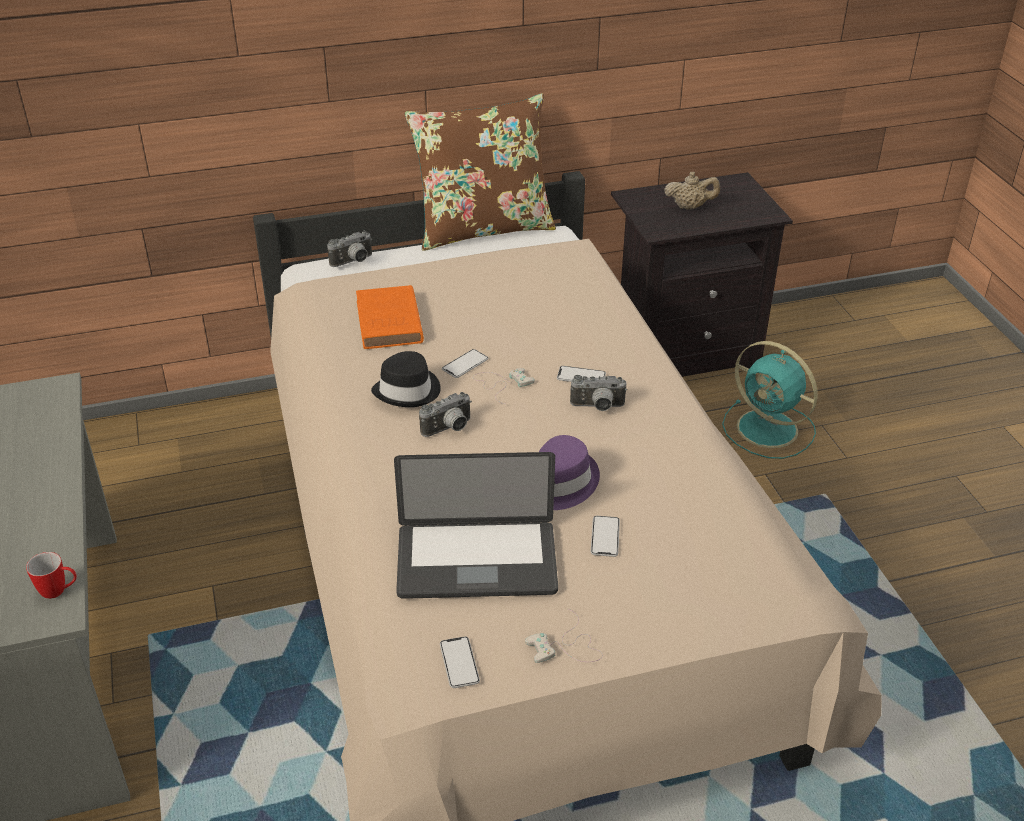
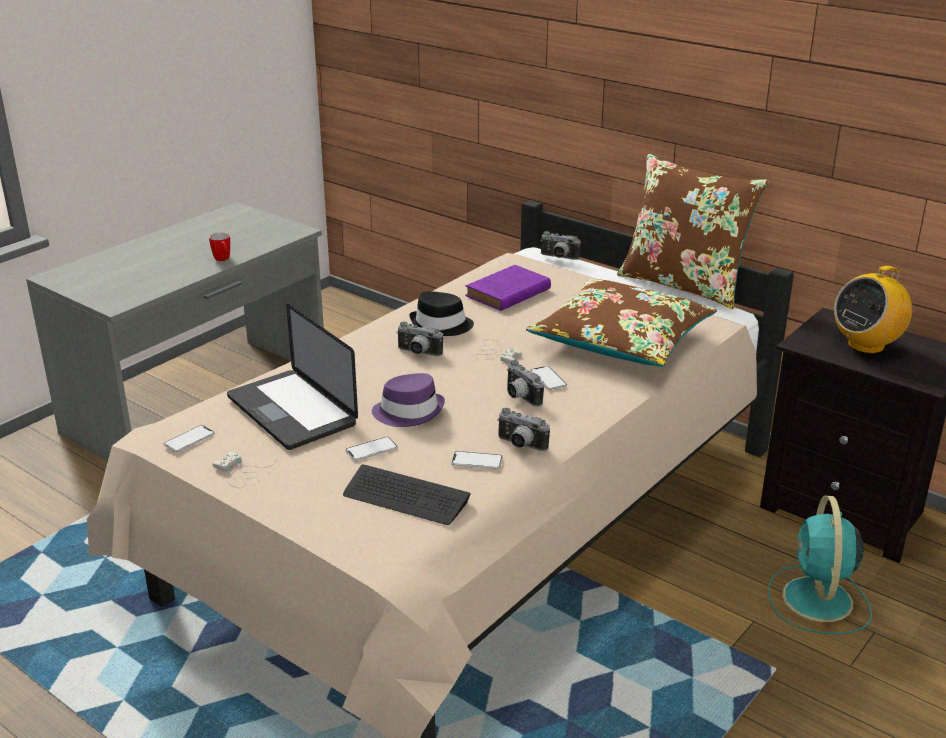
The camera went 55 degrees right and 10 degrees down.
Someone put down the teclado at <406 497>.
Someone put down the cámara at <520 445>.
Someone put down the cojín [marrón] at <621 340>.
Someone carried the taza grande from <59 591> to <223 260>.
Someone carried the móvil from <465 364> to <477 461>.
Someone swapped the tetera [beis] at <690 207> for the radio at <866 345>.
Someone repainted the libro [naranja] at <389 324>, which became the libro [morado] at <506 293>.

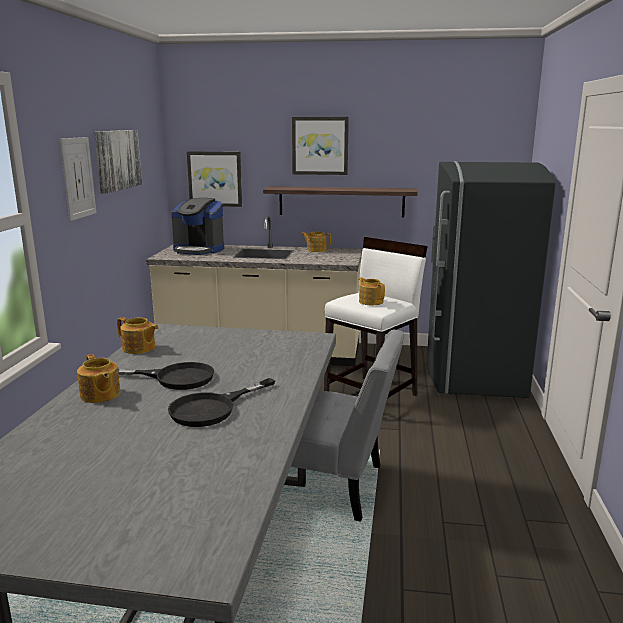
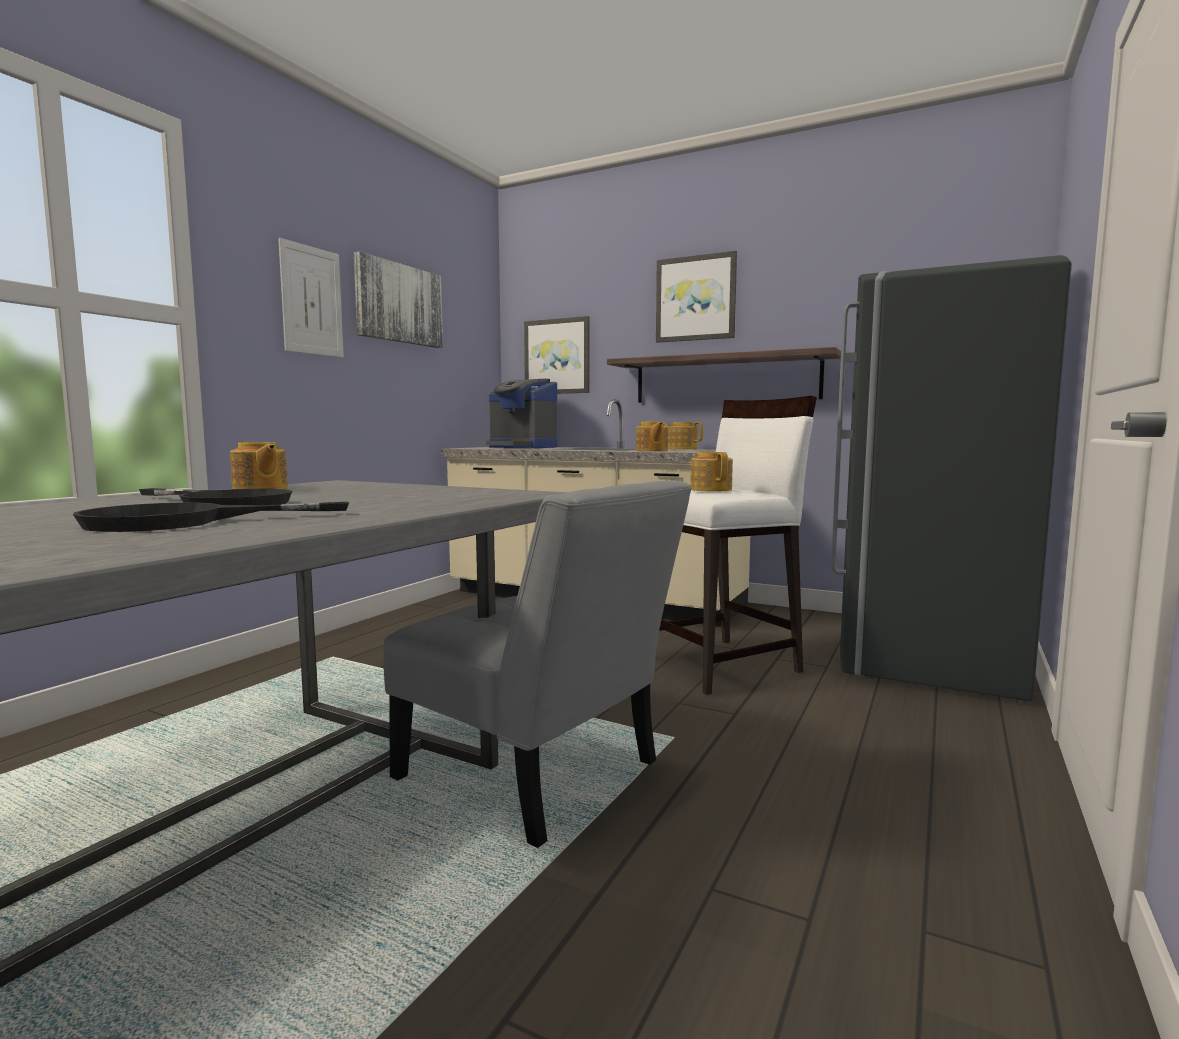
The camera went 20 degrees right and 10 degrees down.
Someone carried the tetera from <100 395> to <651 450>.

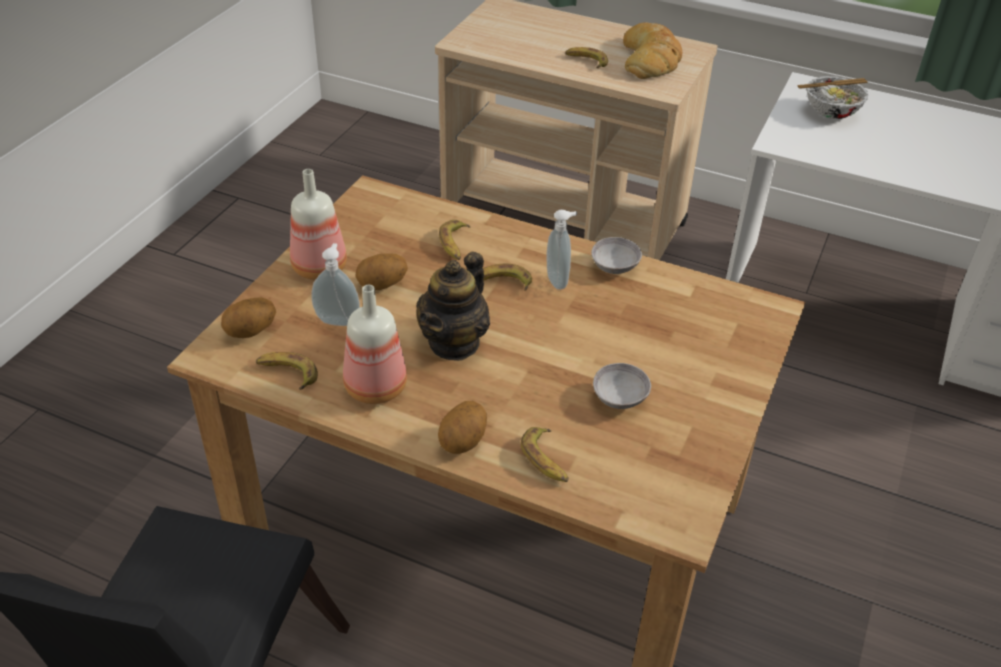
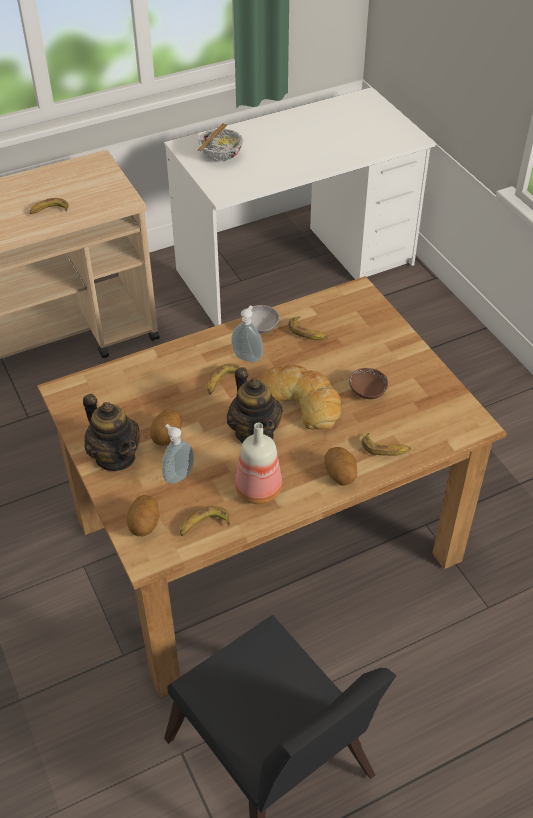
The camera went 50 degrees left and 5 degrees up.
Someone carried the plátano from <455 244> to <307 333>.
Someone carried the pan from <651 58> to <302 400>.
Someone swapped the botella at <321 267> for the tetera at <115 457>.
Someone repainted the cuenco [gris] at <619 398>, which became the cuenco [marrón] at <367 391>.

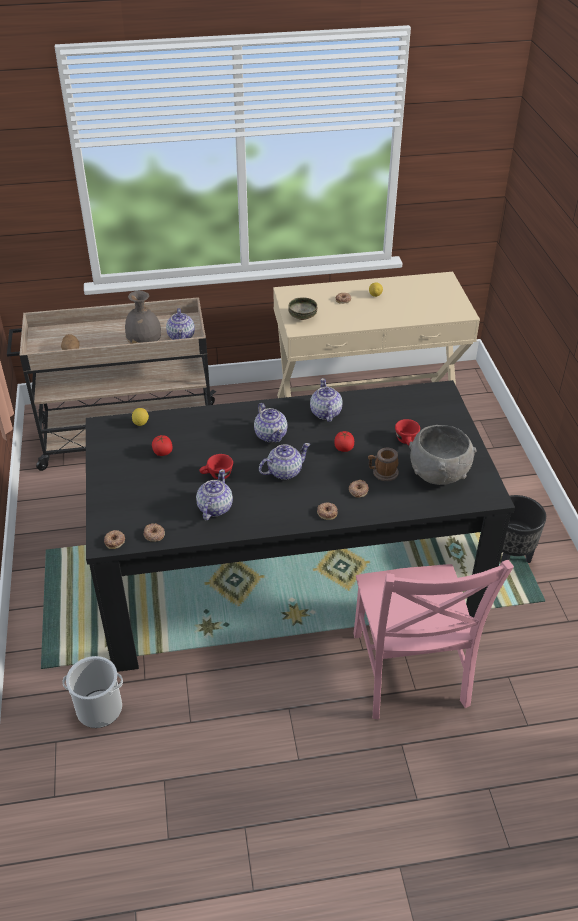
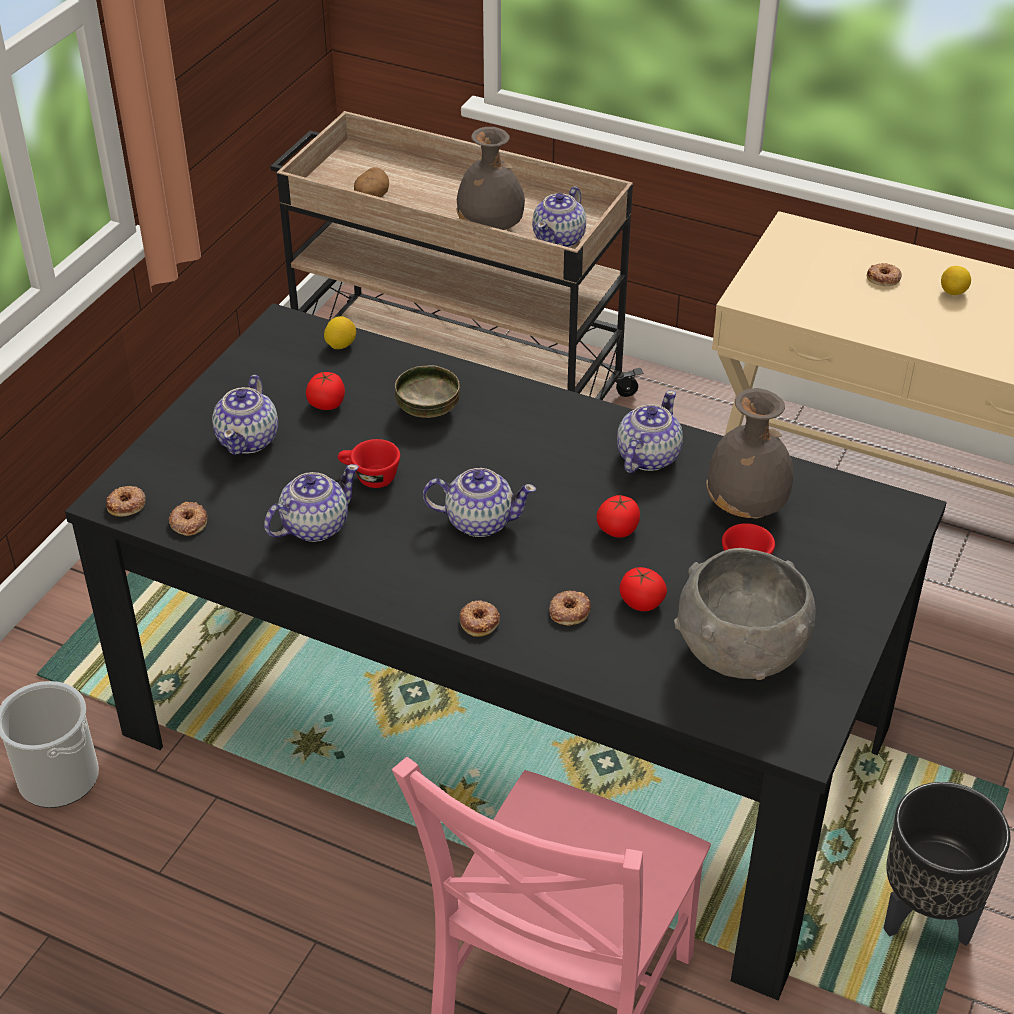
The camera went 35 degrees right and 0 degrees up.
Someone put down the florero [gris] at <747 507>.
Someone carried the tetera from <271 434> to <249 439>.
Someone carried the cuenco from <302 317> to <428 409>.
Someone swapped the taza grande at <382 473> for the tomate at <641 602>.

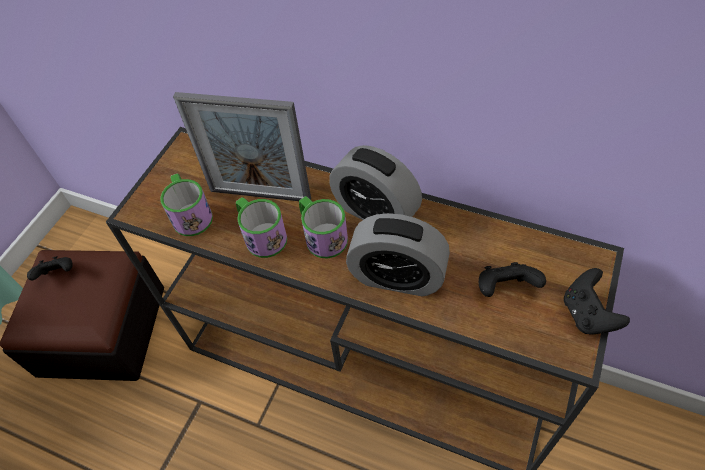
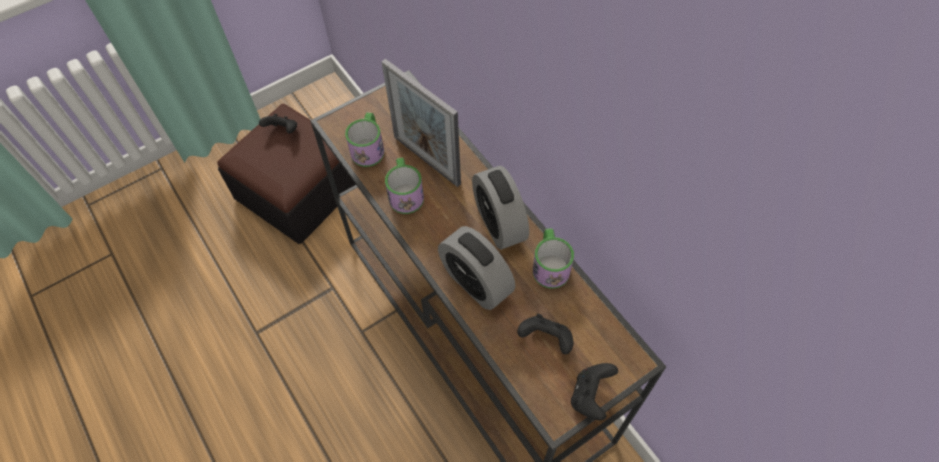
The camera went 30 degrees right and 5 degrees up.
Someone carried the taza grande from <322 235> to <550 265>.

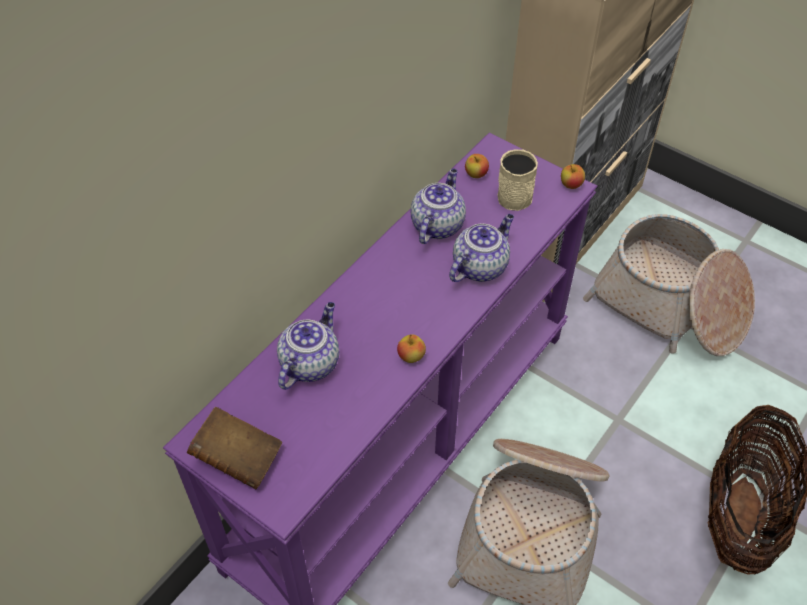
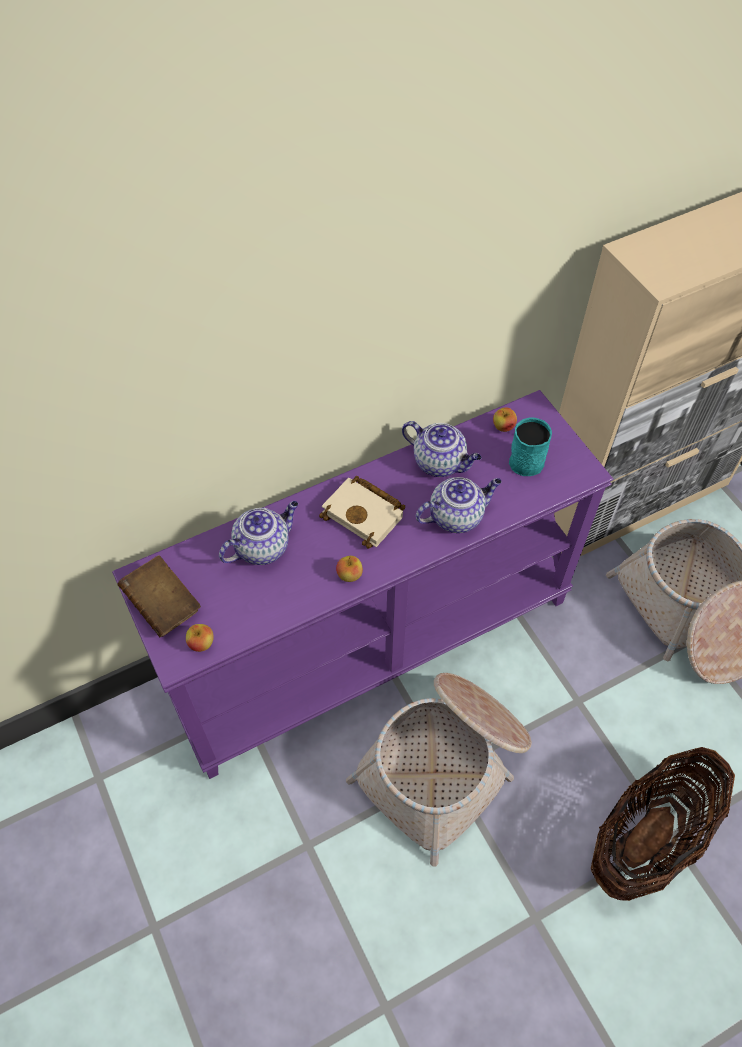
The camera went 25 degrees right and 5 degrees up.
Someone put down the libro [beis] at <366 514>.
Someone carried the manzana from <571 185> to <201 643>.
Someone repainted the taza grande [beis] at <514 193>, which became the taza grande [turquesa] at <528 458>.
Someone rotated the tetera at <437 225> by 75 degrees clockwise.

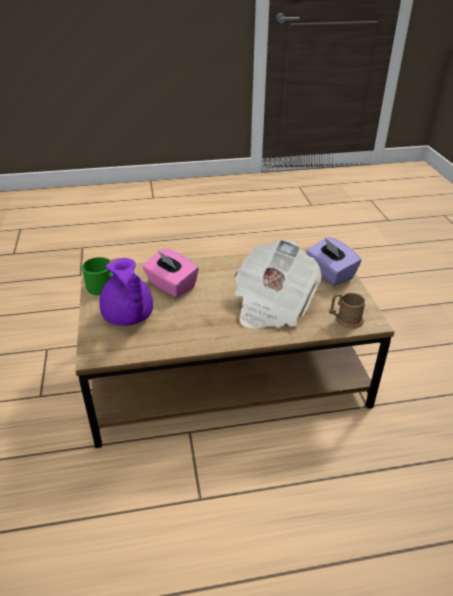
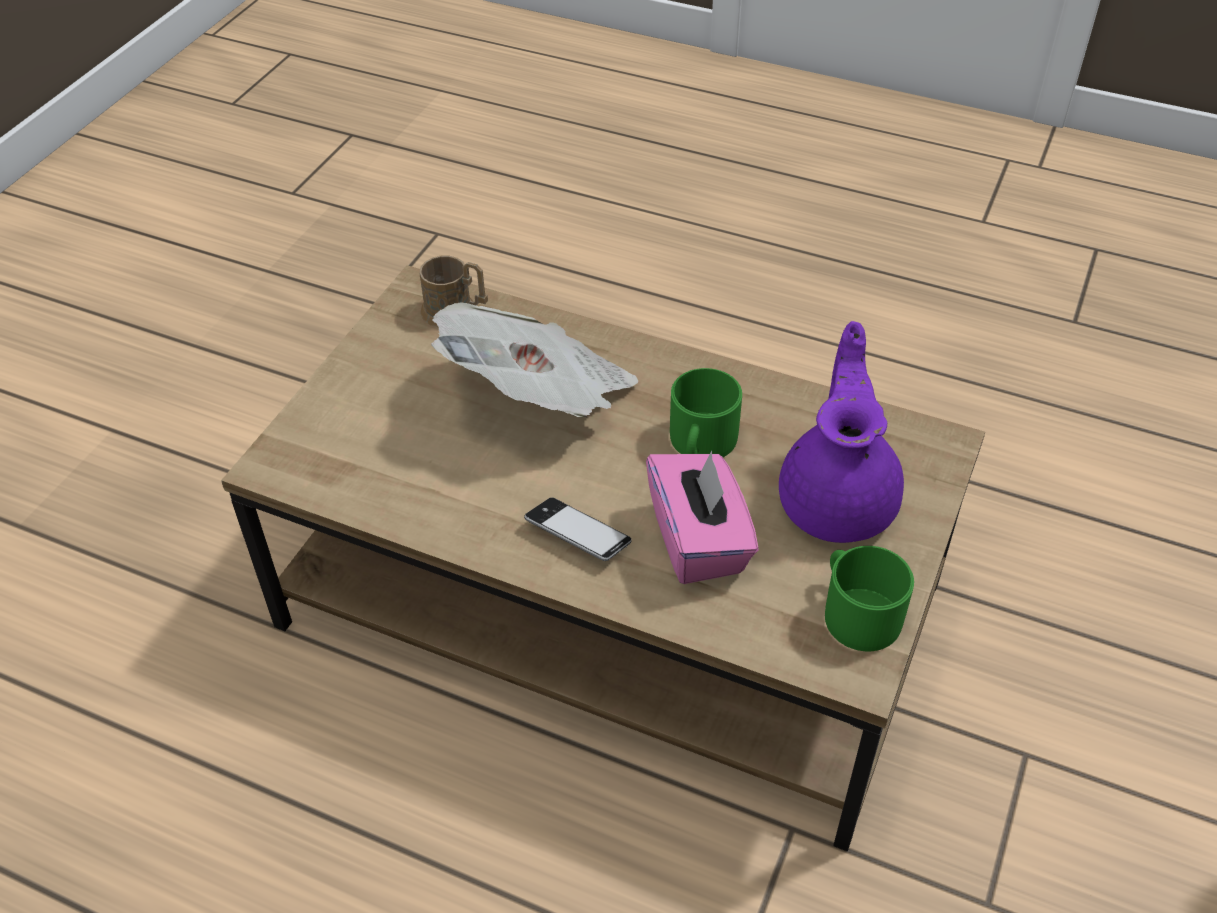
The camera went 145 degrees left and 10 degrees up.
Someone took away the caja de pañuelos [morado] at <330 273>.
Someone put down the móvil at <578 535>.
Someone put down the taza grande [verde] at <701 442>.

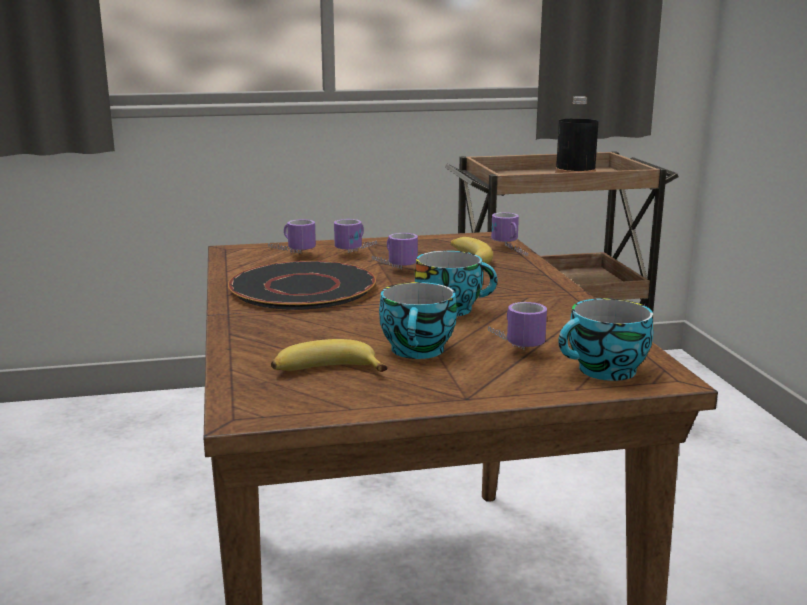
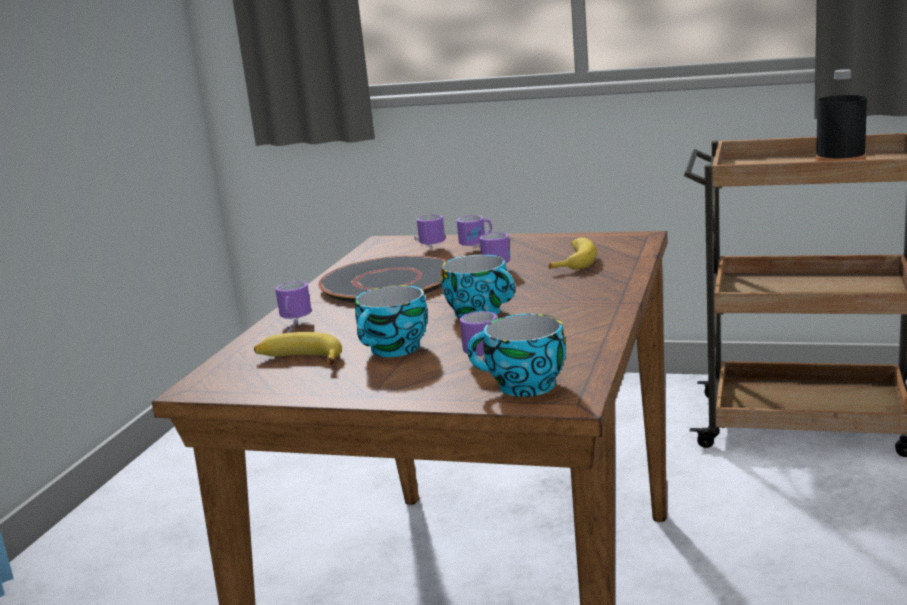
The camera went 30 degrees right and 0 degrees up.
Someone carried the taza grande from <512 250> to <292 330>.

